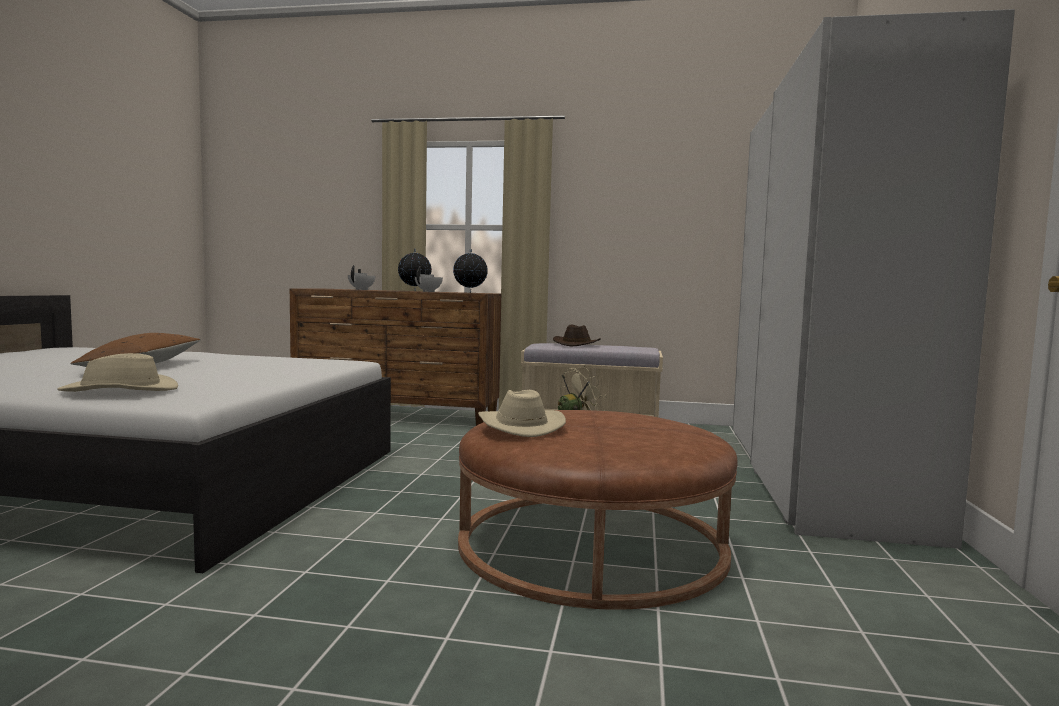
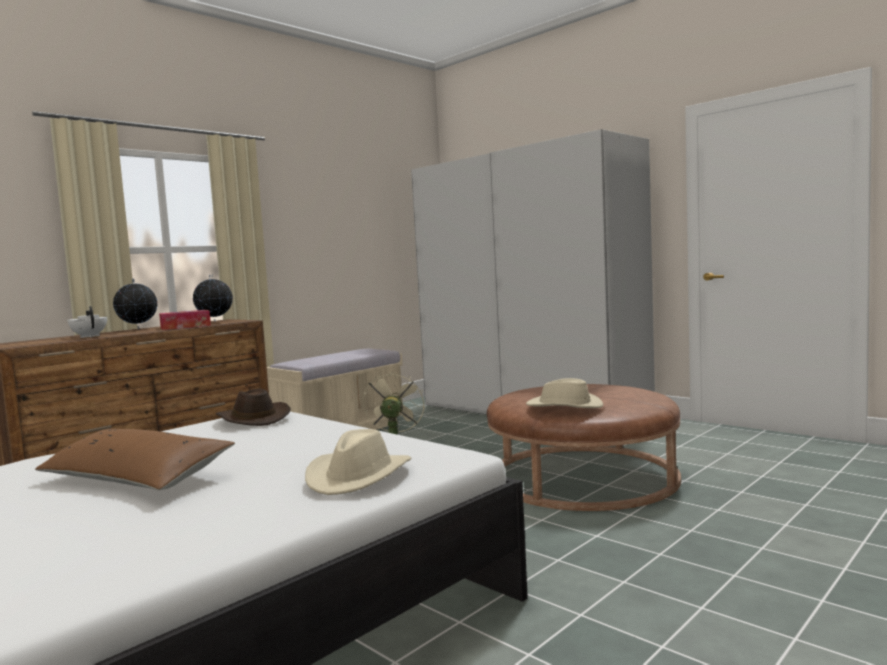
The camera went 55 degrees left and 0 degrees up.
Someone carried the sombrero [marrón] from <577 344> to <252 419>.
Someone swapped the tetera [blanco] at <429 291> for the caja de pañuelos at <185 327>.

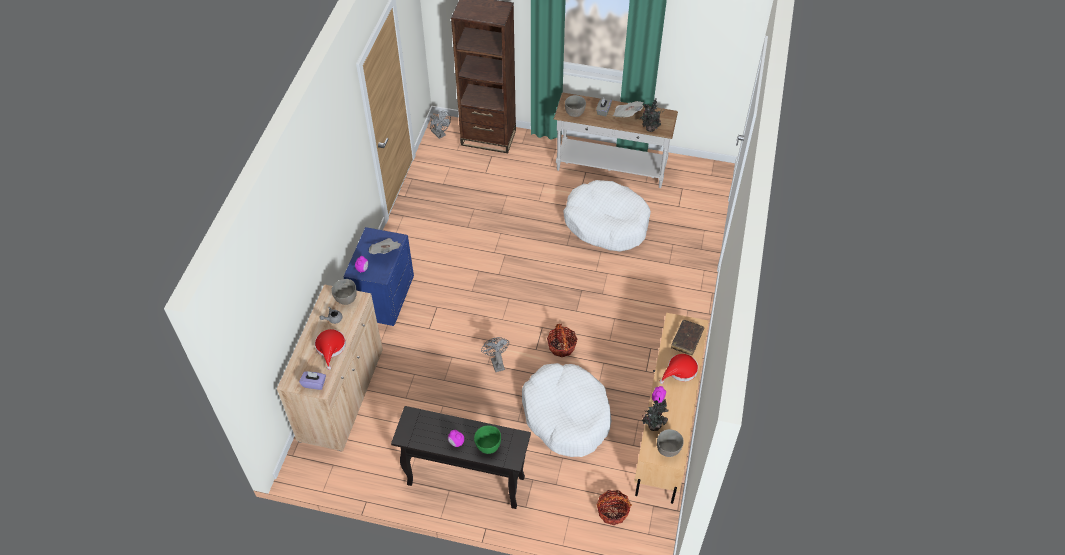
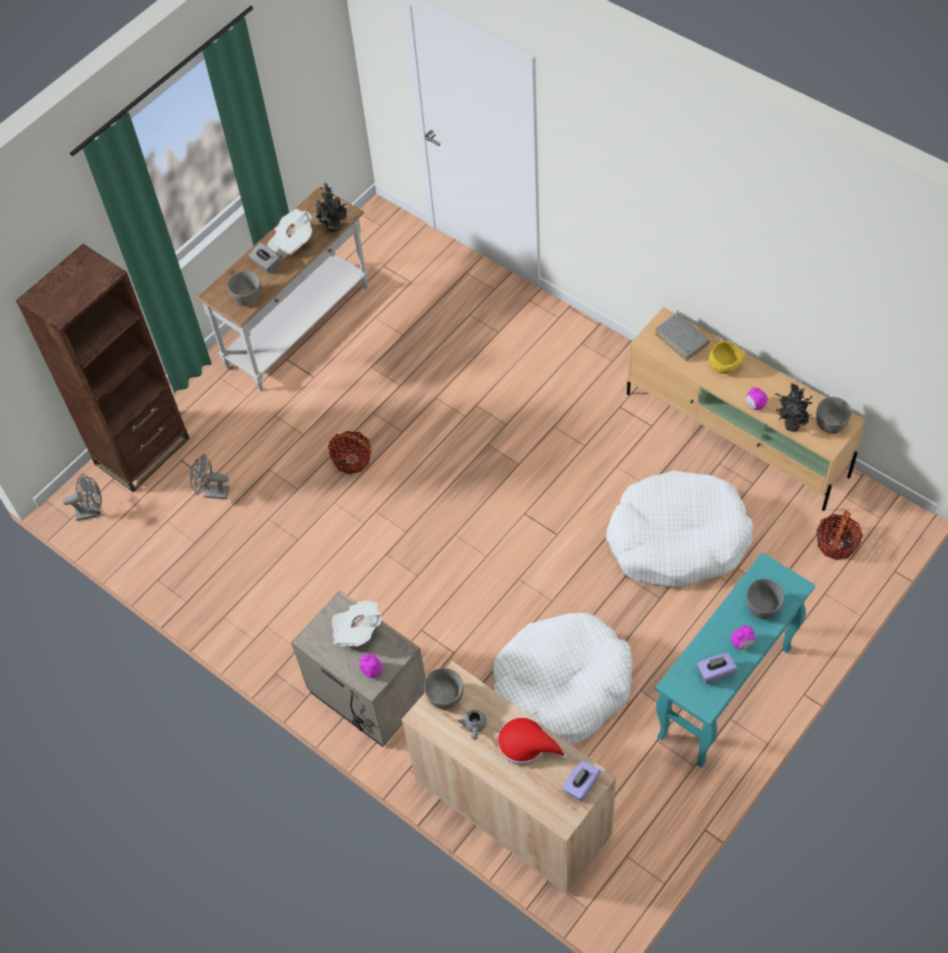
The camera went 60 degrees left and 5 degrees up.
Someone put down the caja de pañuelos [morado] at <715 672>.
Someone carried the ventilador [gris] from <496 362> to <212 493>.
Someone carried the cesta from <561 346> to <352 459>.
Someone carried the cama para perro [blanco] from <606 223> to <560 689>.
Someone swapped the sombrero [rojo] at <680 371> for the cuenco [amarillo] at <724 366>.
Someone repainted the mesita de noche [azul] at <383 298>, which became the mesita de noche [beis] at <367 695>.
Someone repainted the mesa consola [negro] at <465 481>, which became the mesa consola [turquesa] at <724 694>.
Someone repainted the cuenco [verde] at <487 445>, which became the cuenco [gris] at <762 608>.
Someone repainted the libro [marrón] at <687 339>, which became the libro [gris] at <681 340>.

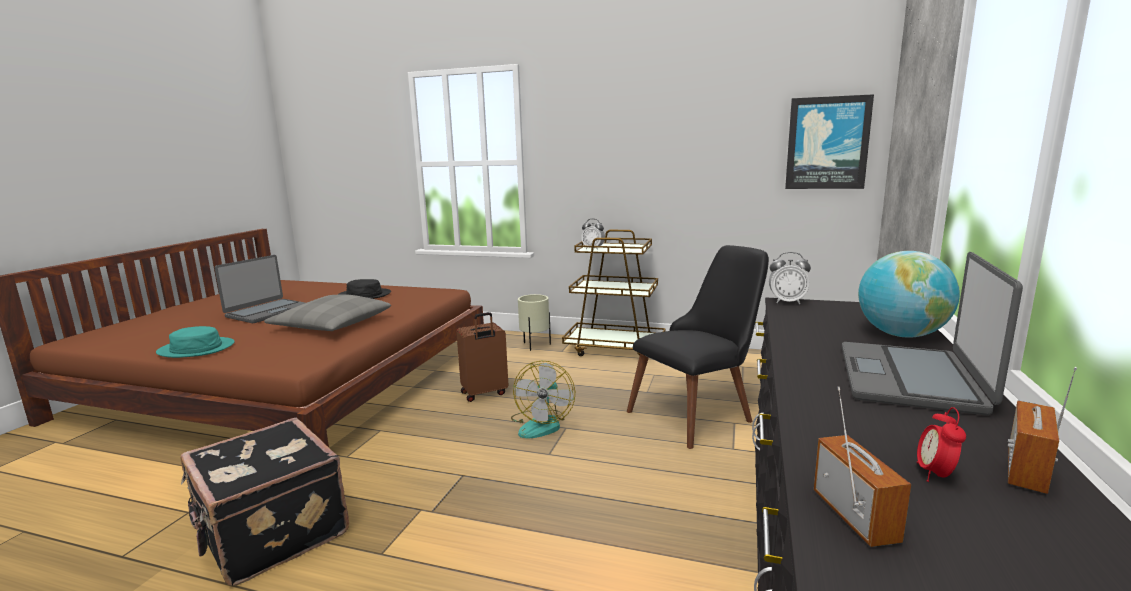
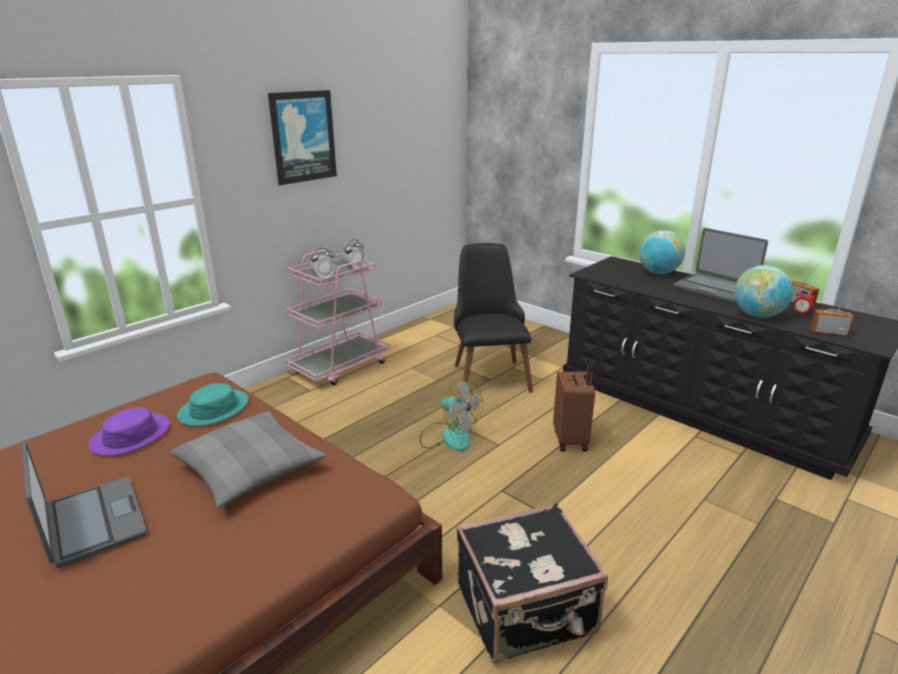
The camera went 65 degrees left and 10 degrees up.
Someone took away the maceta [beis] at <535 346>.
Someone put down the globo terráqueo at <757 315>.
Someone carried the sombrero [turquesa] from <196 349> to <213 409>.
Someone carried the maleta [marrón] from <484 394> to <571 440>.
Someone carried the despertador from <787 302> to <355 268>.
Someone carried the cuadro from <827 143> to <303 137>.
Someone repainted the sombrero [negro] at <364 295>, which became the sombrero [morado] at <130 435>.
Someone repainted the carrito [marrón] at <615 349>, which became the carrito [rosa] at <340 366>.

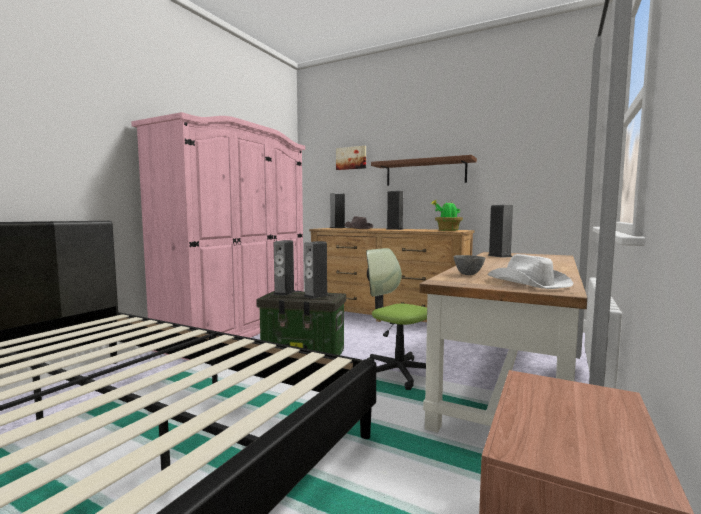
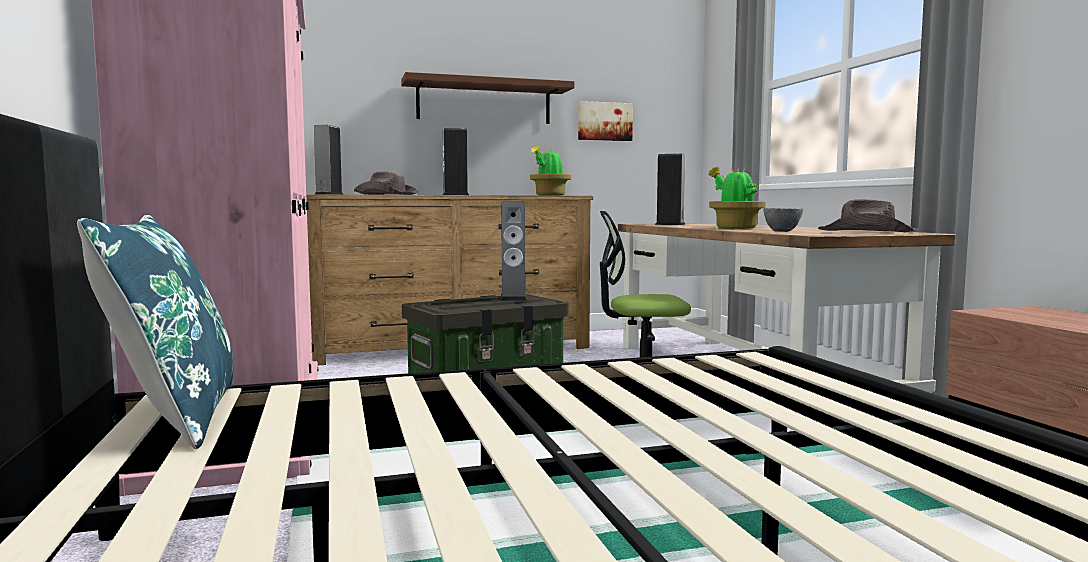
The camera went 45 degrees left and 0 degrees up.
Someone took away the altavoz at <284 293>.
Someone put down the cojín [azul] at <175 417>.
Someone put down the planta en maceta at <734 228>.
Someone carried the cuadro from <351 158> to <604 121>.
Someone repainted the sombrero [blanco] at <528 283>, which became the sombrero [marrón] at <867 232>.

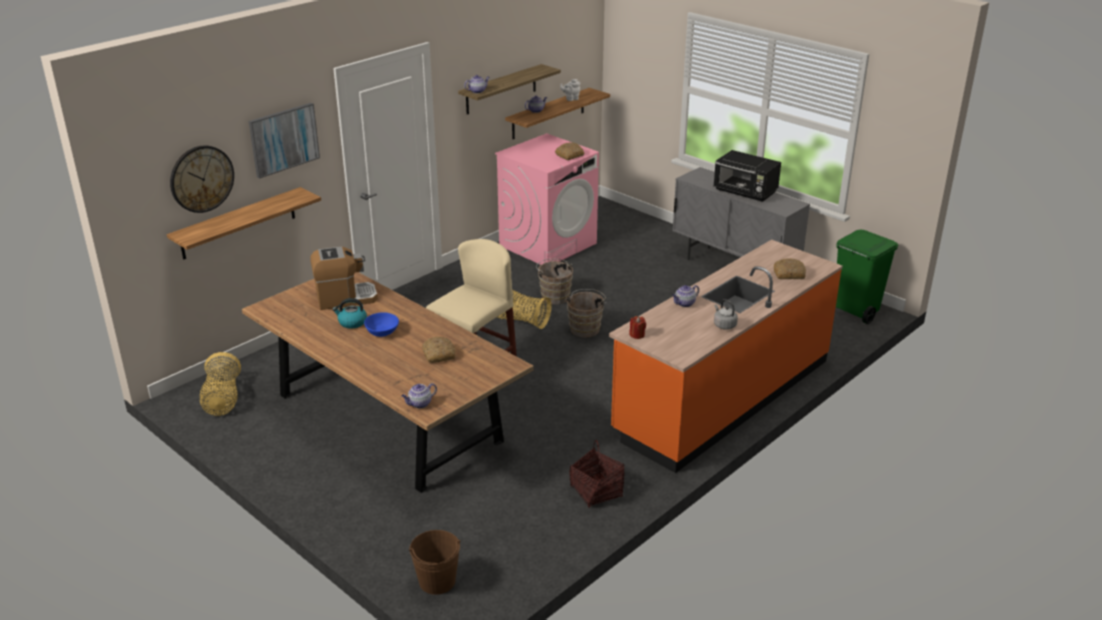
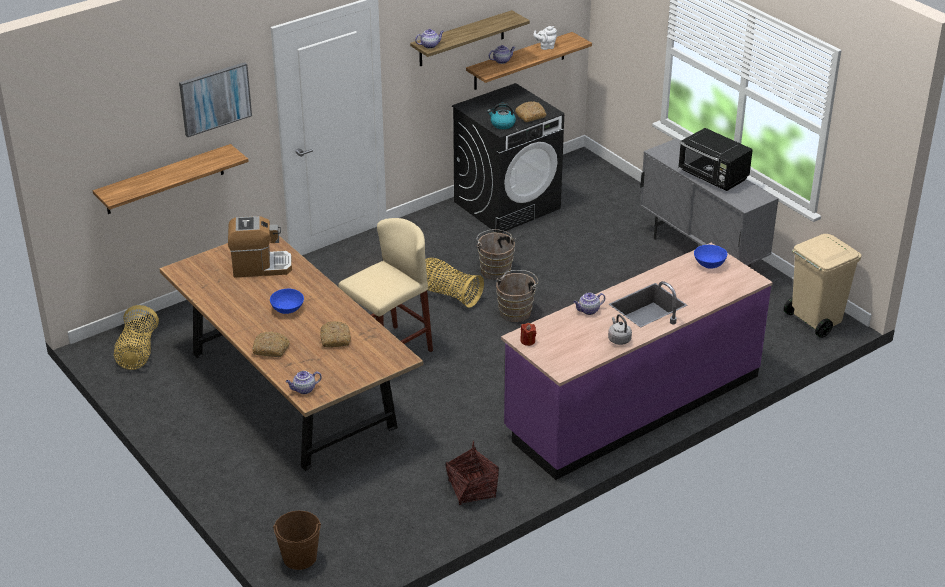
The camera went 10 degrees right and 5 degrees up.
Someone took away the reloj de pared at <201 178>.
Someone put down the cuenco [azul] at <709 264>.
Someone carried the hervidor from <352 322> to <502 124>.
Someone carried the pan from <789 274> to <271 349>.
Someone repainted the lavadora [rosa] at <548 244>, which became the lavadora [negro] at <507 205>.
Someone repainted the mueble bajo de cocina [naranja] at <722 396>, which became the mueble bajo de cocina [morado] at <632 404>.
Someone repainted the papelera [verde] at <855 311>, which became the papelera [beis] at <815 320>.

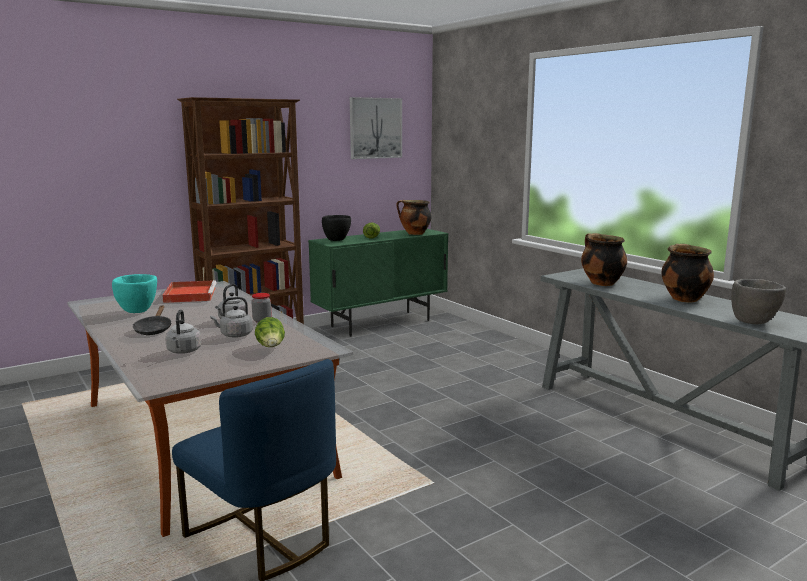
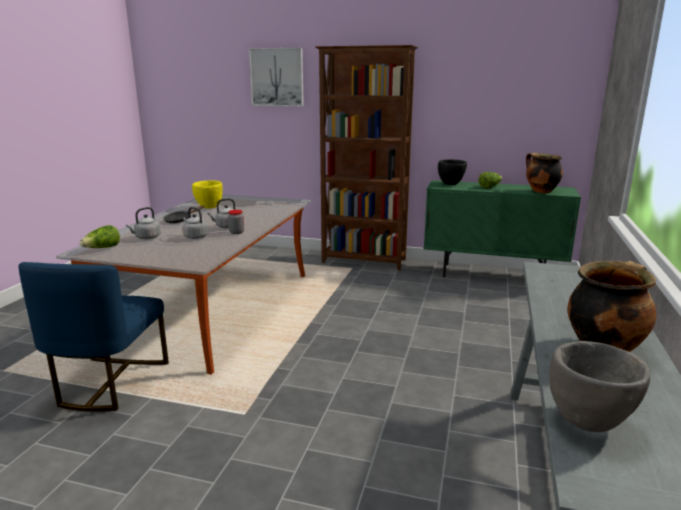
The camera went 50 degrees right and 5 degrees up.
Someone took away the bandeja [rojo] at <190 294>.
Someone took away the olla at <601 283>.
Someone carried the lechuga from <271 347> to <102 248>.
Someone carried the cuadro from <375 128> to <277 77>.
Someone repainted the cuenco [turquesa] at <137 312>, which became the cuenco [amarillo] at <209 207>.

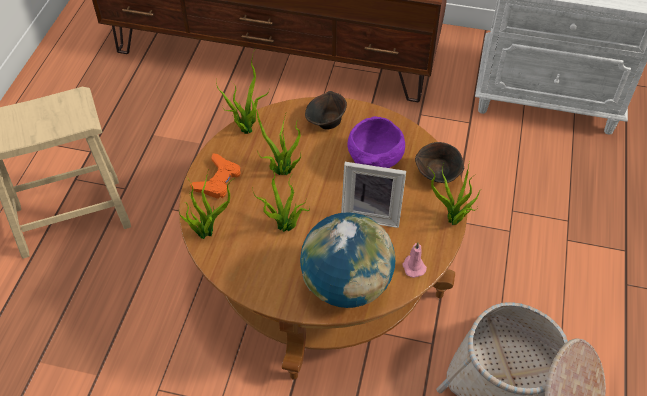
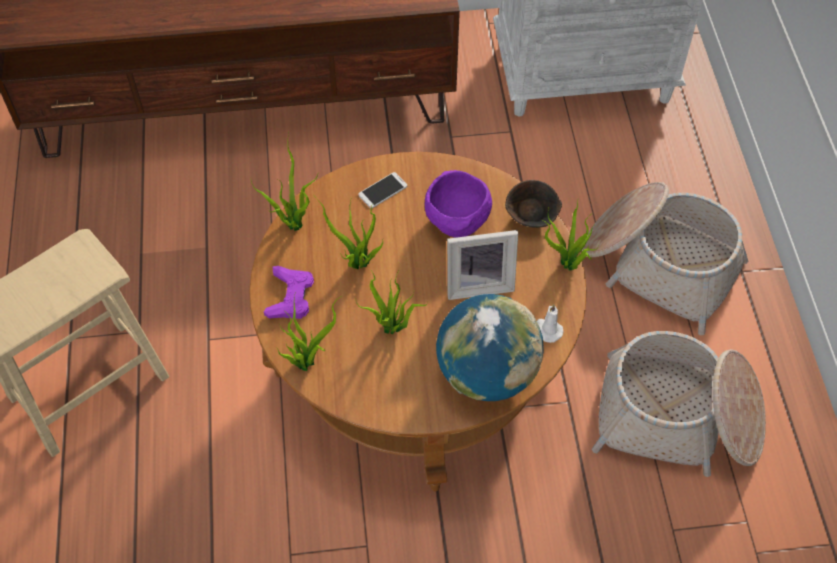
The camera went 20 degrees left and 5 degrees up.
Someone put down the cesta at <659 264>.
Someone swapped the cuenco [marrón] at <326 123> for the móvil at <382 190>.
Someone repainted the mando de consola [naranja] at <218 180>, which became the mando de consola [morado] at <290 297>.
Someone repainted the vela [rosa] at <413 266>, which became the vela [blanco] at <547 330>.

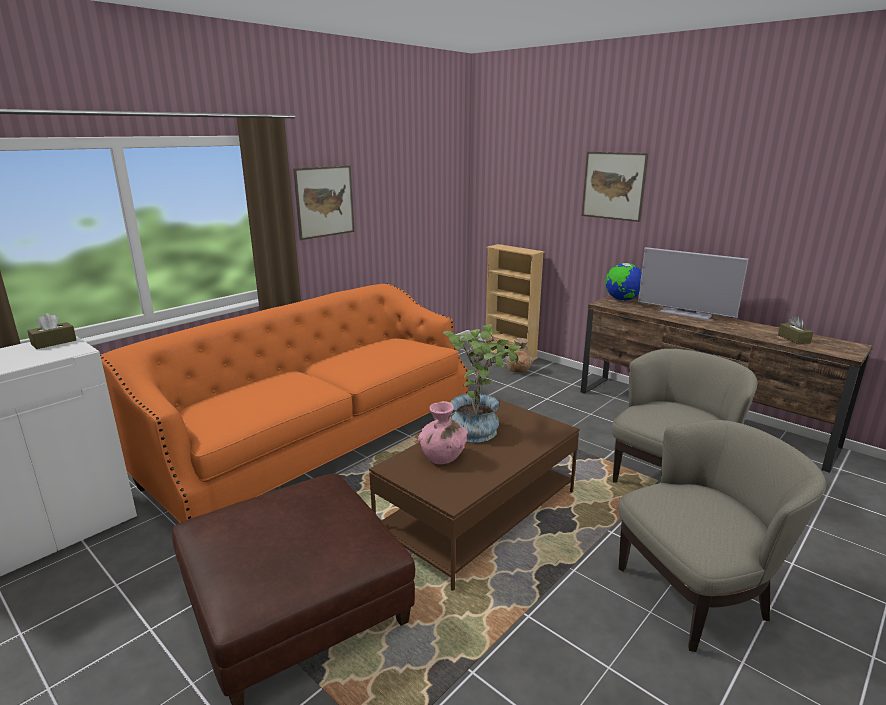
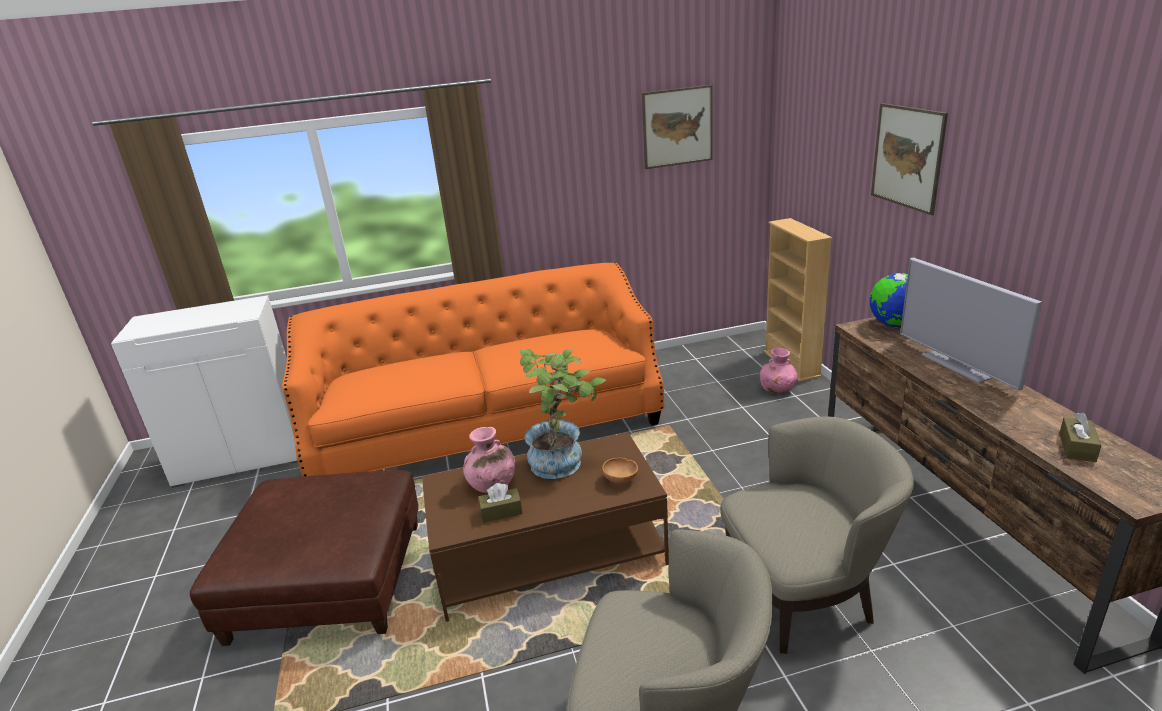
The camera went 35 degrees right and 5 degrees up.
Someone put down the cuenco [marrón] at <621 479>.
Someone carried the caja de pañuelos [marrón] from <54 342> to <501 512>.
Someone carried the cuadro from <325 201> to <677 127>.
Someone repainted the florero [marrón] at <518 370>, which became the florero [rosa] at <778 389>.

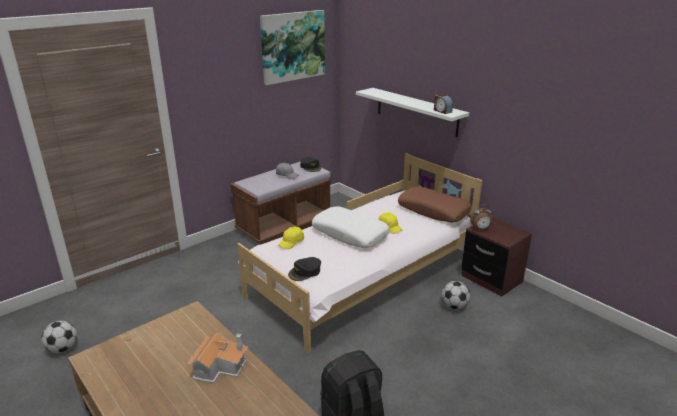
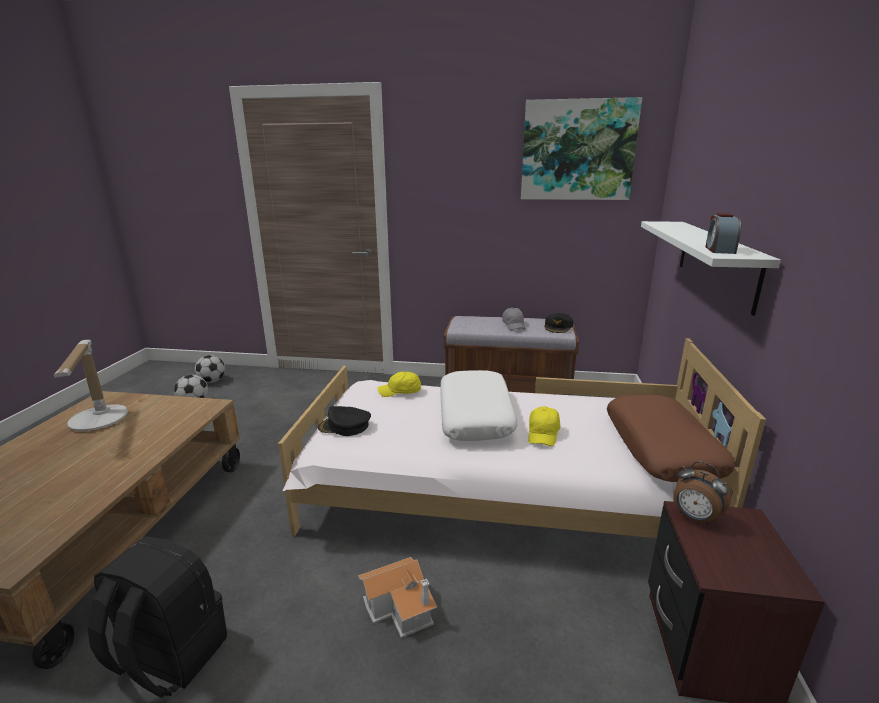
The camera went 50 degrees right and 5 degrees down.
Someone put down the lámpara de mesa at <97 423>.
Someone carried the casita from <220 366> to <401 607>.
Someone carried the balón de fútbol from <454 306> to <212 381>.

